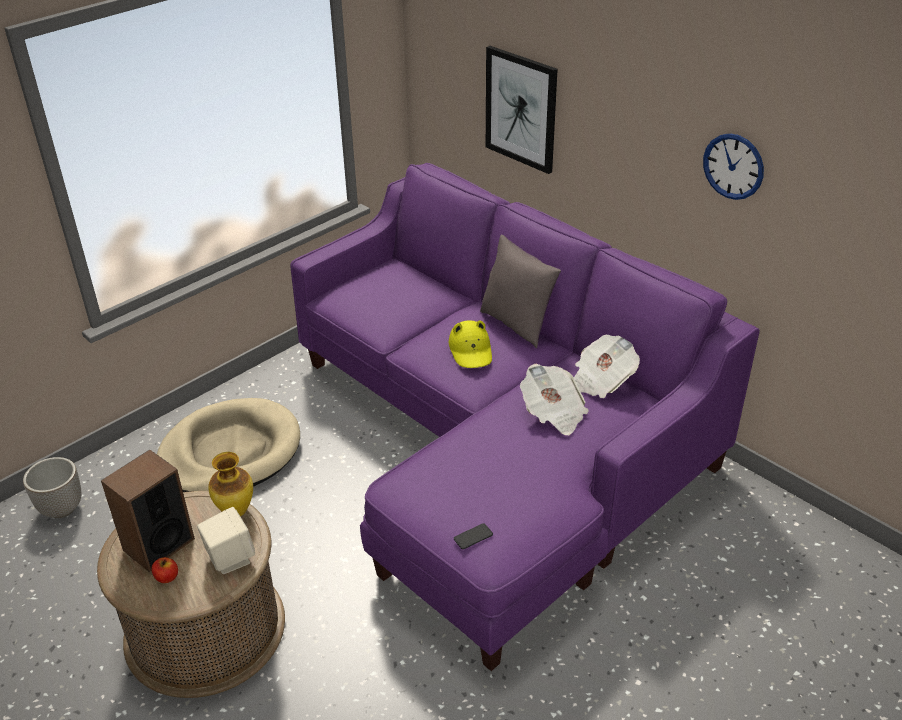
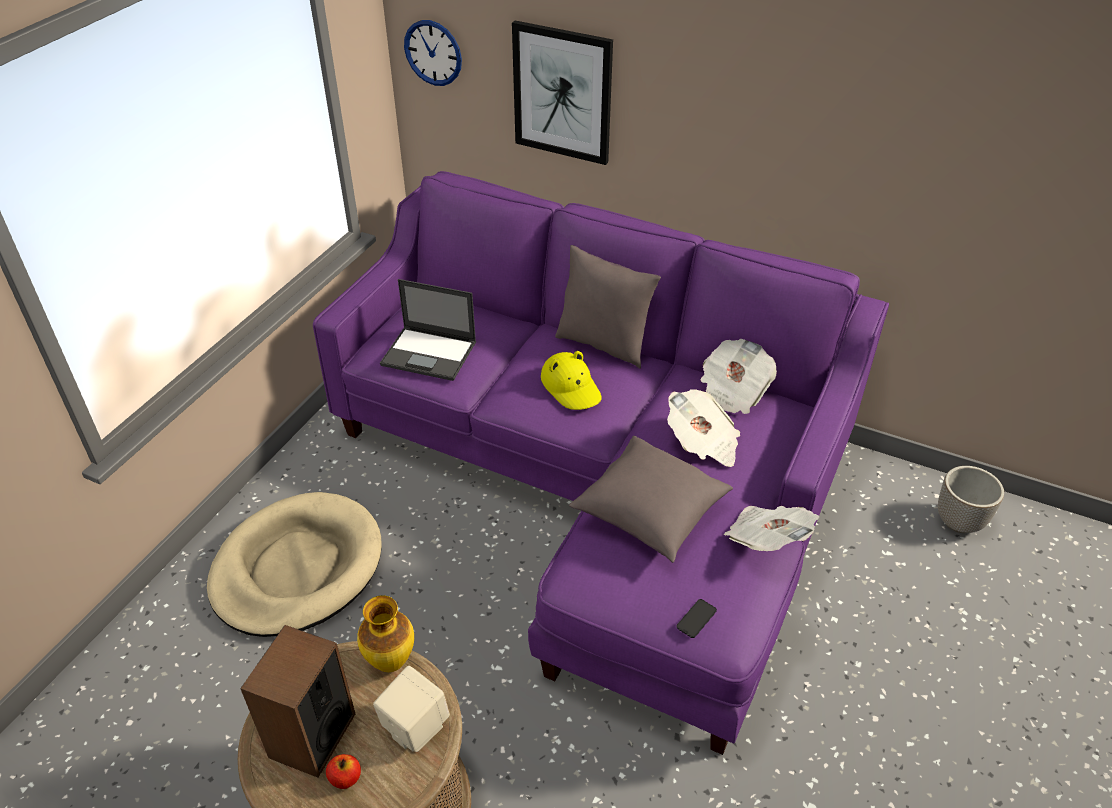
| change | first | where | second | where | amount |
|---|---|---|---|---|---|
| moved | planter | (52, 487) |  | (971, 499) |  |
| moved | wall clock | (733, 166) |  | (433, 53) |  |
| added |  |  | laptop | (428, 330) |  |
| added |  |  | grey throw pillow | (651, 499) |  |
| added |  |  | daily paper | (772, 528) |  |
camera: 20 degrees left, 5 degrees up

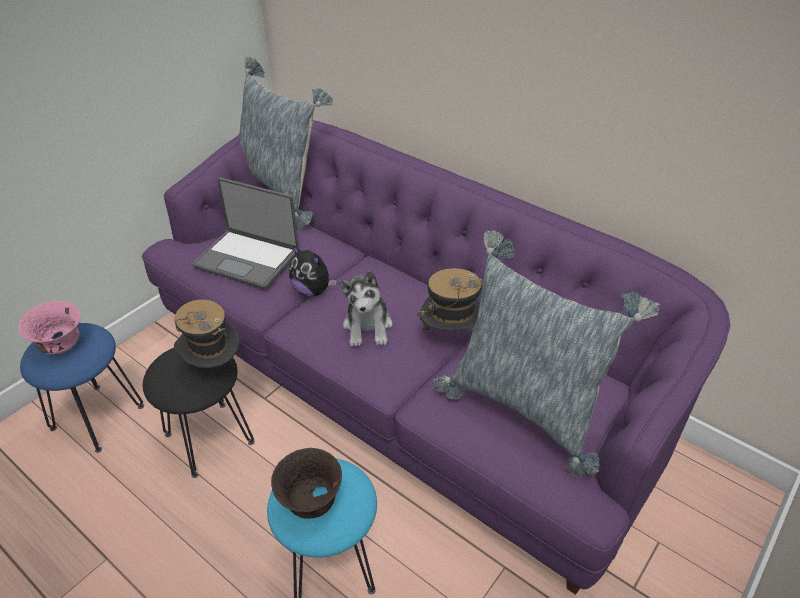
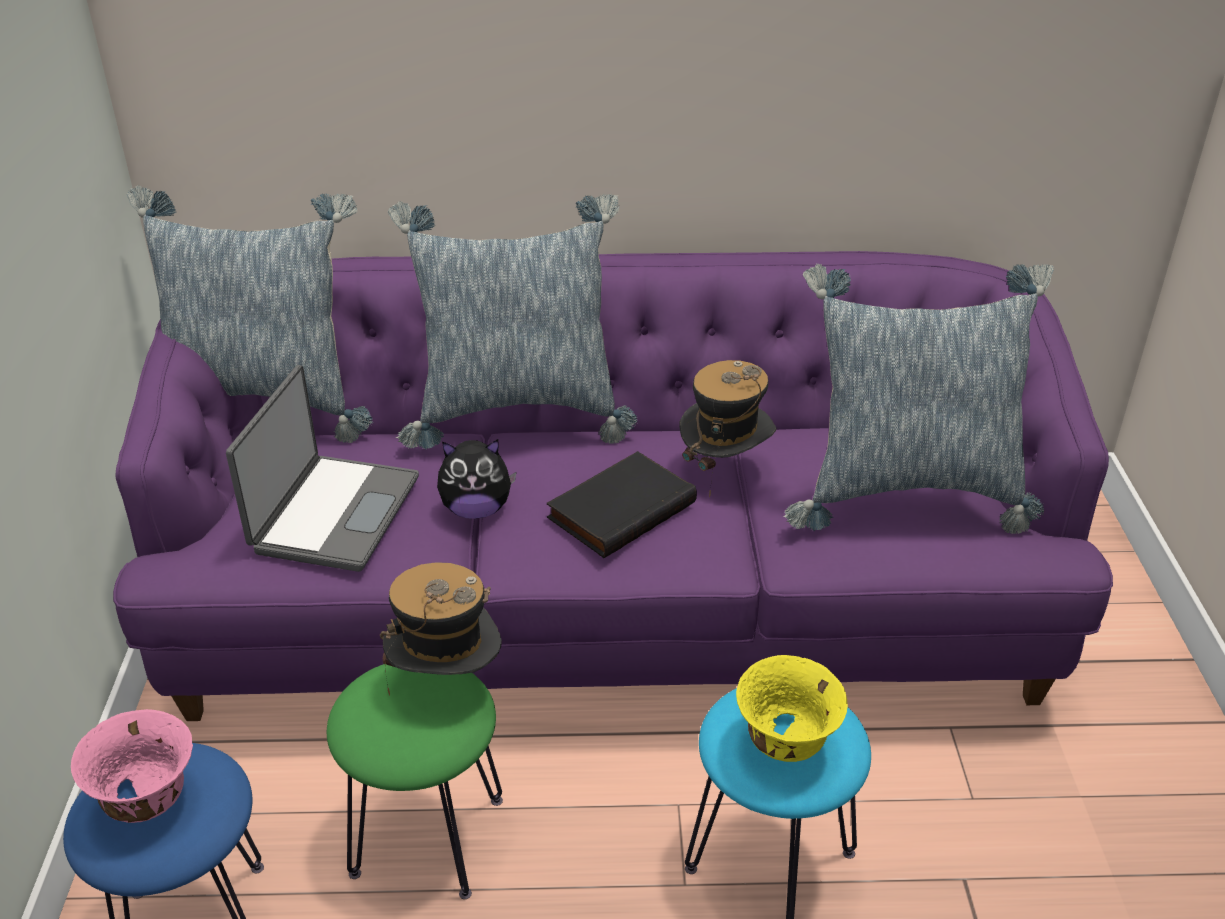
| change | first | where | second | where | amount |
|---|---|---|---|---|---|
| recoloured | black stool seat | (199, 413) | greenish stool seat | (415, 781) |  |
| turned | laptop | (245, 233) |  | (322, 468) | 60 degrees counterclockwise |
| recoloured | brown-coloured serving bowl | (306, 483) | yellow serving bowl | (792, 708) |  |
| replaced | plush toy | (365, 309) | black bound book | (622, 504) |  |
| added |  |  | throw pillow | (512, 322) |  |
camera: 40 degrees left, 5 degrees down

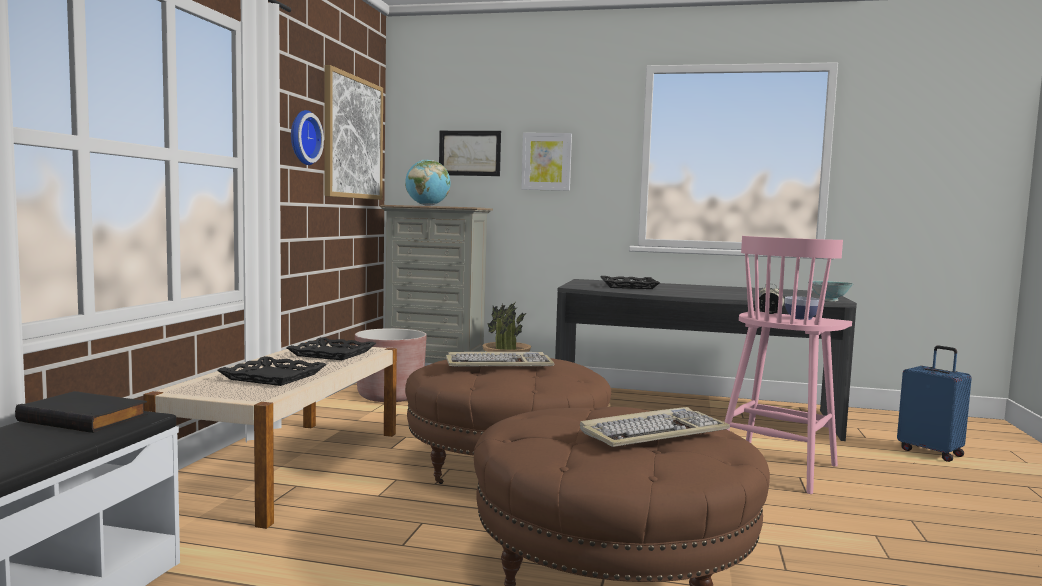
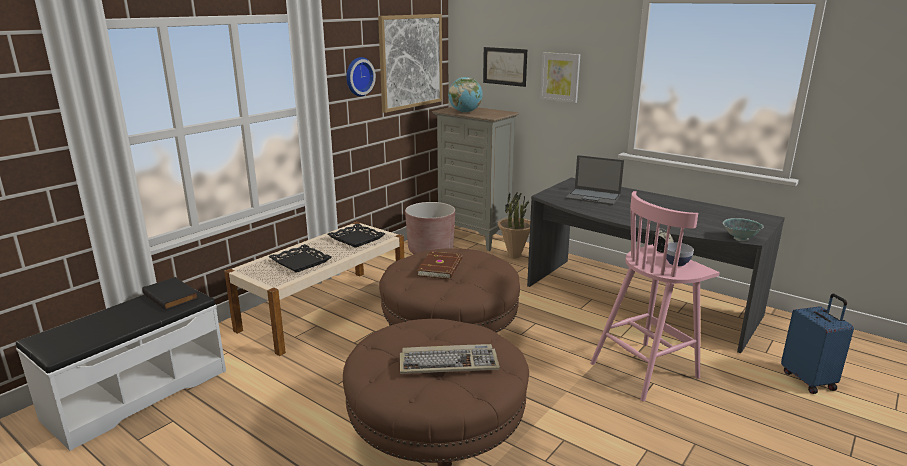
| change | first | where | second | where | amount |
|---|---|---|---|---|---|
| replaced | PC keyboard | (500, 359) | brown-coloured bound book | (439, 265) |  |
| replaced | black tray | (630, 282) | laptop | (595, 180) |  |
camera: 25 degrees right, 15 degrees up

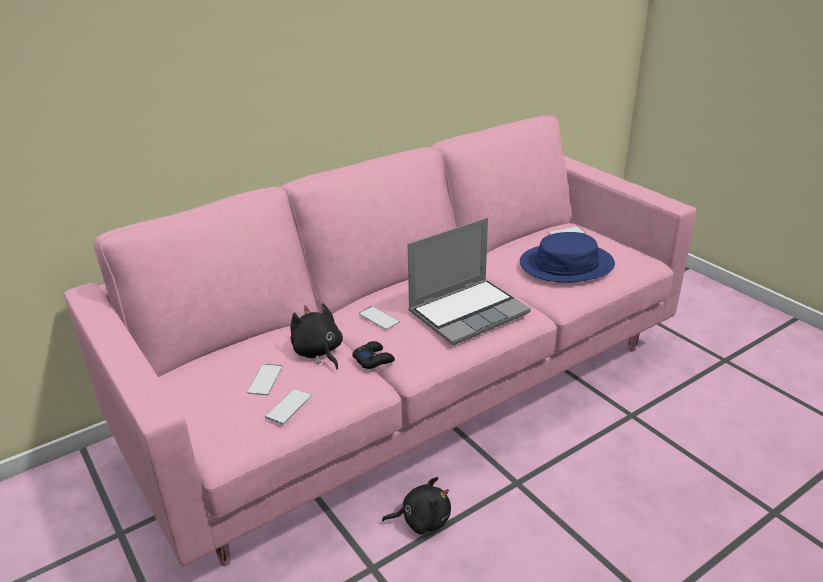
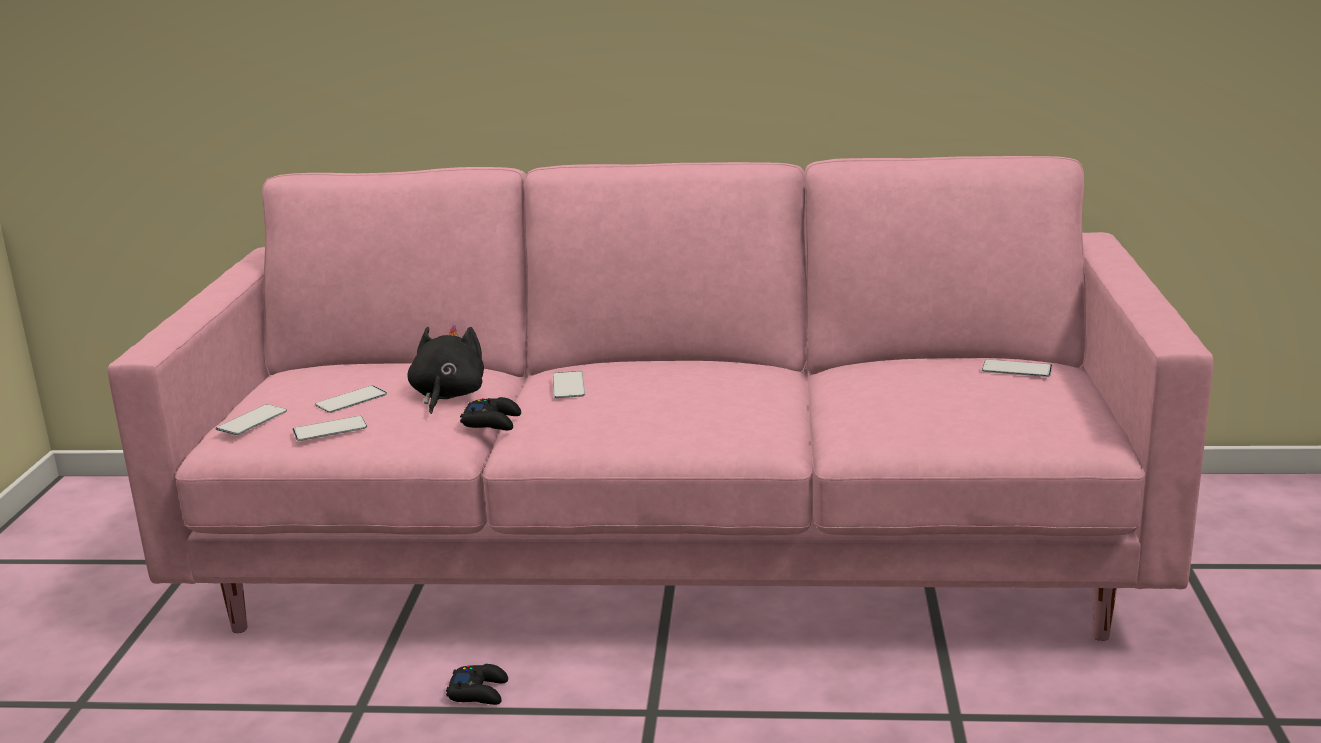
| change | first | where | second | where | amount |
|---|---|---|---|---|---|
| replaced | black plush toy | (416, 505) | black joypad | (477, 684) |  |
| removed | laptop | (469, 281) |  |  |  |
| removed | blue wearable hat | (567, 257) |  |  |  |
| added |  |  | telephone | (251, 419) |  |
camera: 40 degrees right, 10 degrees down

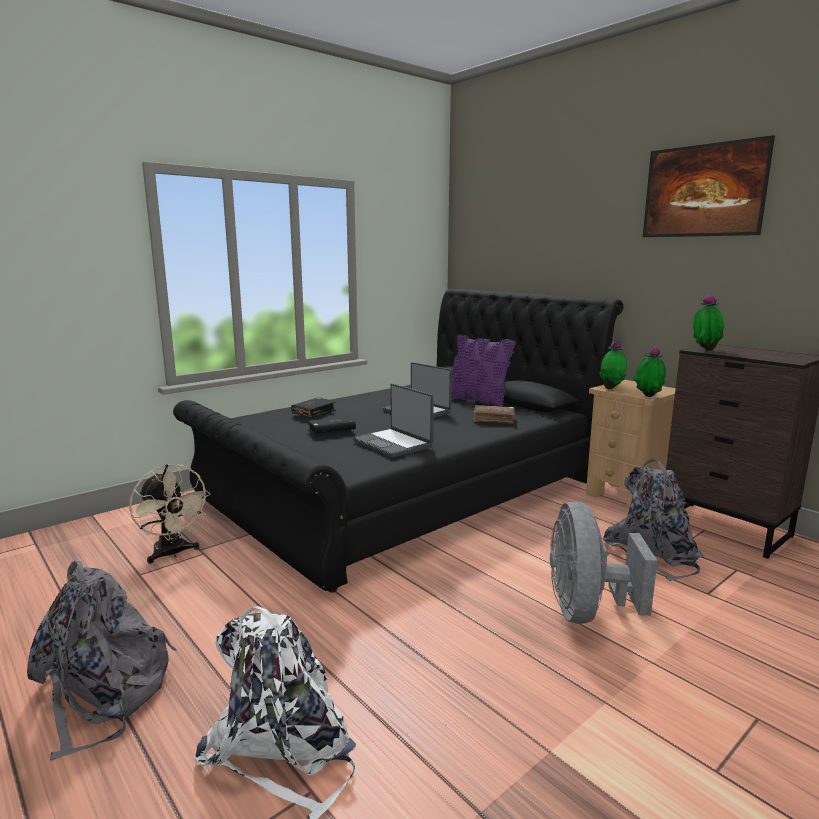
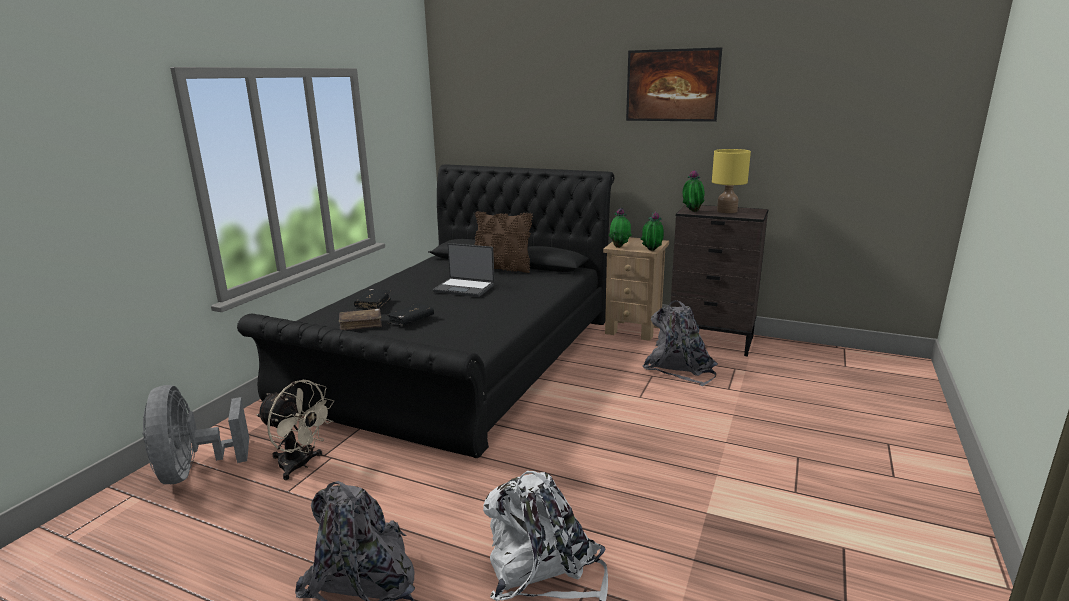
| change | first | where | second | where | amount |
|---|---|---|---|---|---|
| removed | laptop | (393, 421) |  |  |  |
| recoloured | purplish throw pillow | (483, 371) | brown-coloured throw pillow | (503, 242) |  |
| moved | brown-coloured bound book | (494, 414) |  | (360, 319) |  |
| moved | grey electric fan | (603, 562) |  | (196, 434) |  |
| added |  |  | yellow table lamp | (731, 181) |  |
camera: 25 degrees left, 5 degrees up

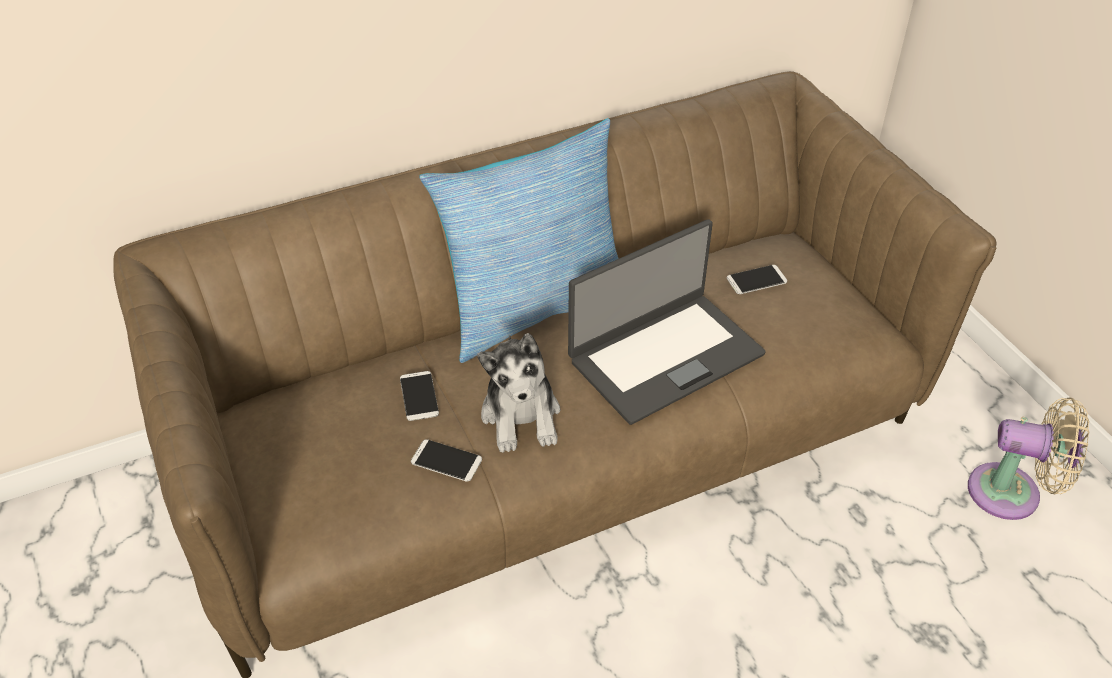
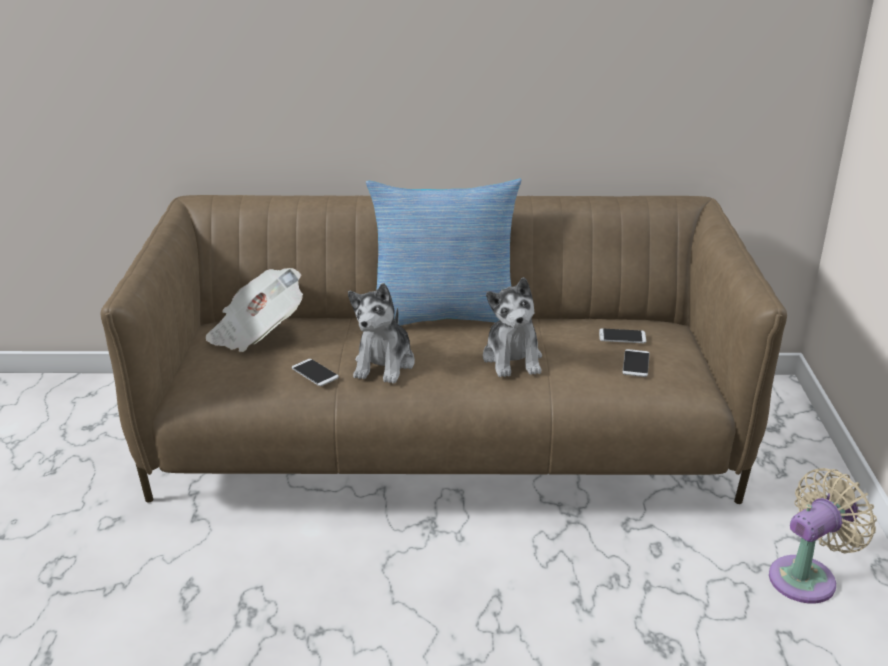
| change | first | where | second | where | amount |
|---|---|---|---|---|---|
| moved | telephone | (419, 396) |  | (635, 363) |  |
| replaced | laptop | (667, 322) | plush toy | (512, 327) |  |
| turned | beige electric fan | (1028, 458) |  | (823, 535) | 75 degrees counterclockwise |
| added |  |  | daily paper | (254, 310) |  |
camera: 25 degrees right, 15 degrees down

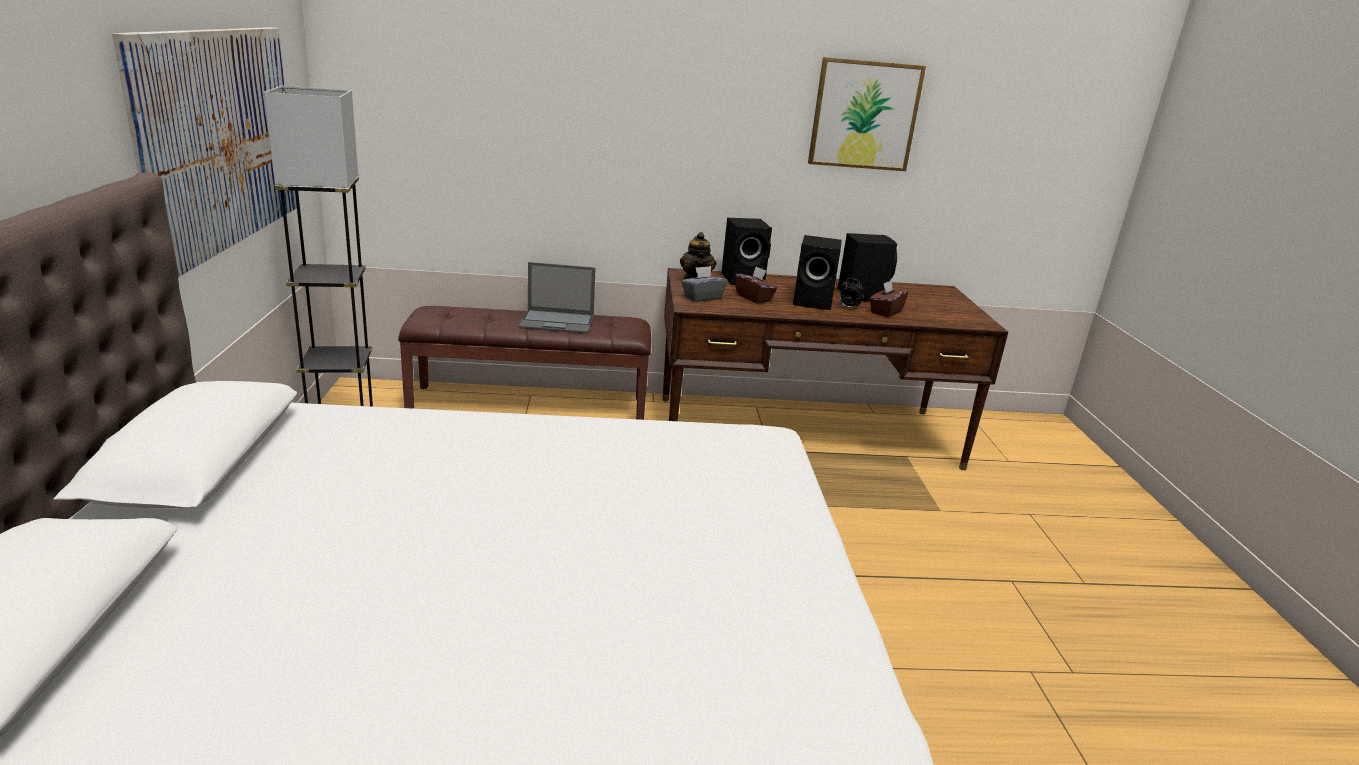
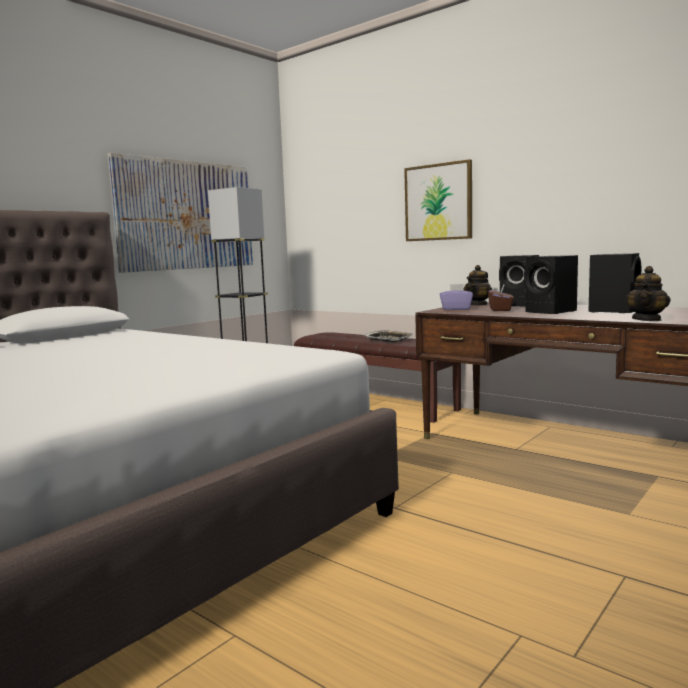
| change | first | where | second | where | amount |
|---|---|---|---|---|---|
| replaced | laptop | (557, 298) | tray | (388, 336) |  |
| recoloured | grey box of tissues | (704, 284) | purplish box of tissues | (456, 297) |  |
| moved | picture | (867, 114) |  | (438, 200) |  |
| removed | bedside clock | (852, 293) |  |  |  |
| removed | brown-coloured box of tissues | (889, 298) |  |  |  |
| added |  |  | pot for tea | (648, 293) |  |
camera: 45 degrees right, 15 degrees down

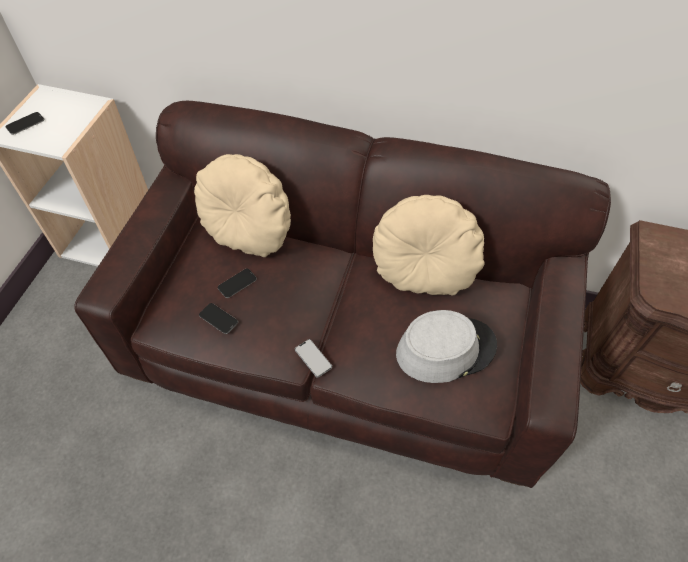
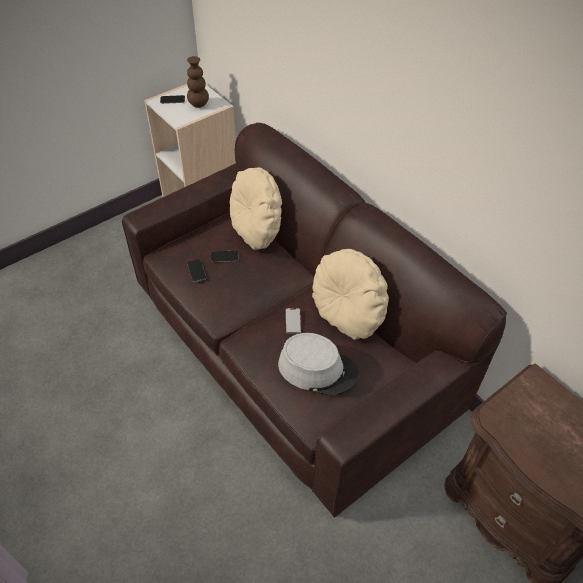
| change | first | where | second | where | amount |
|---|---|---|---|---|---|
| moved | telephone | (313, 358) |  | (293, 320) |  |
| added |  |  | brown-coloured vase | (198, 82) |  |
camera: 35 degrees right, 5 degrees down

